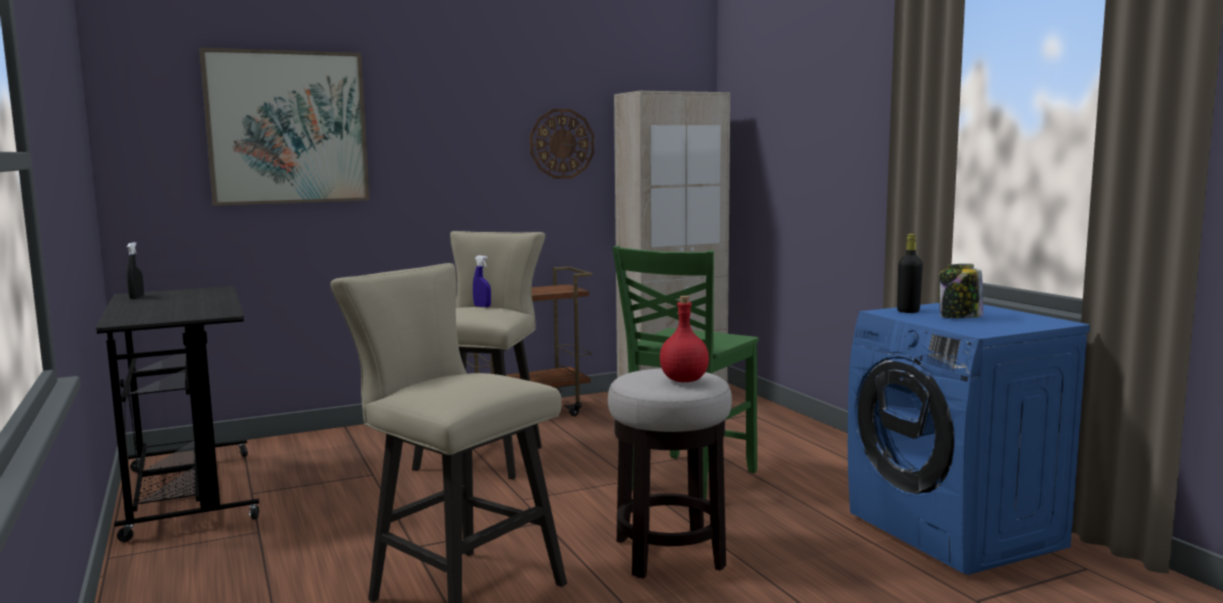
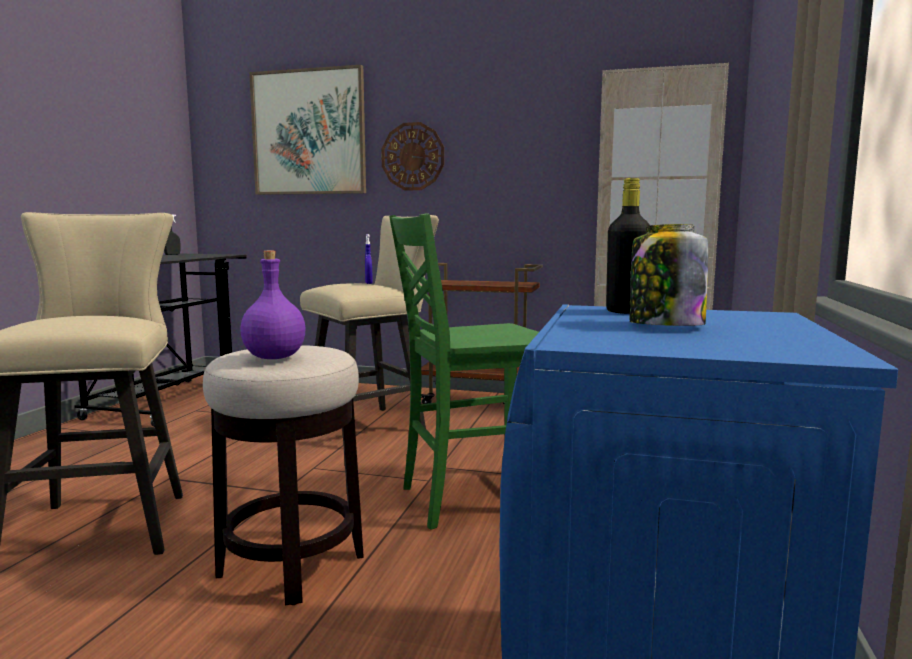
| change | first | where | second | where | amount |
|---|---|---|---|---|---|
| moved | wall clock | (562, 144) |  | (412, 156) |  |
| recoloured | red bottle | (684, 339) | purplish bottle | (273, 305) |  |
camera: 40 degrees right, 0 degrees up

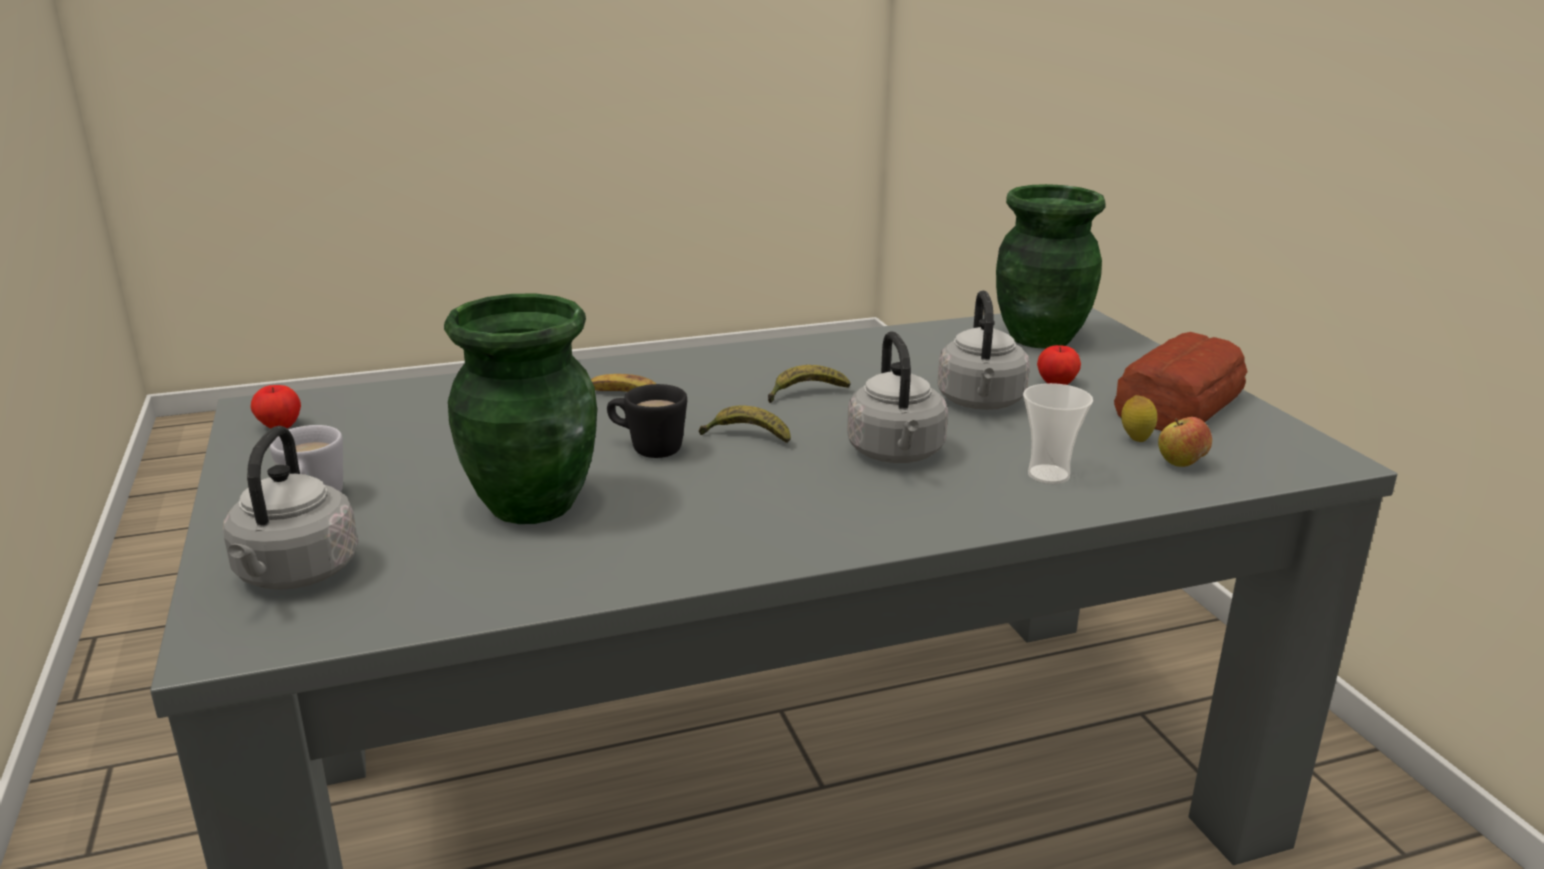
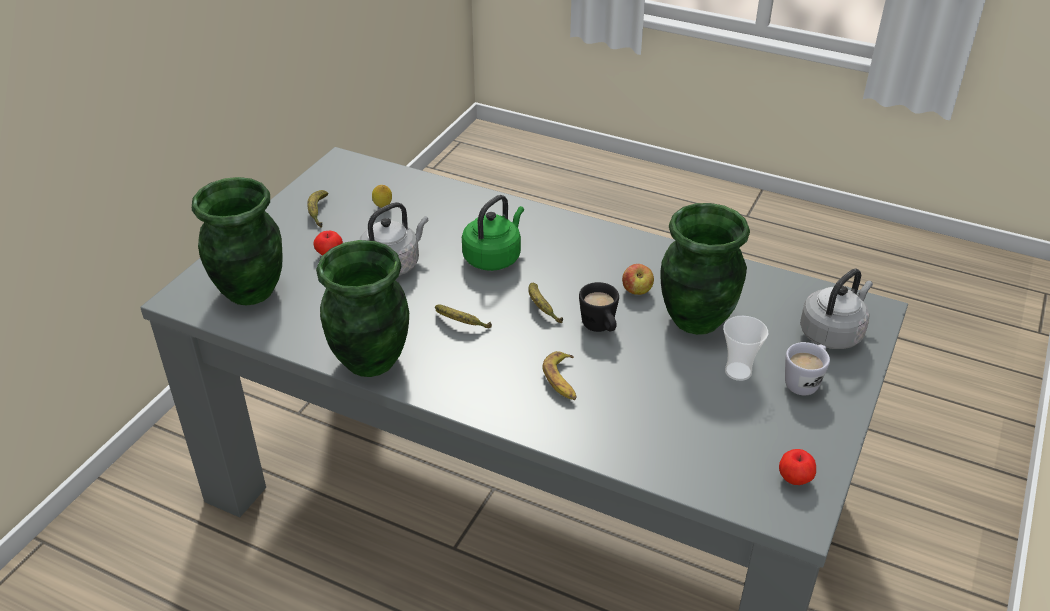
| change | first | where | second | where | amount |
|---|---|---|---|---|---|
| recoloured | grey kettle | (897, 397) | greenish kettle | (493, 233) |  |
| moved | drinking cup | (1058, 433) |  | (745, 348) |  |
| replaced | bread | (1181, 381) | whole banana | (318, 209) |  |
| moved | whole apple | (1185, 442) |  | (638, 279) |  |
| added |  |  | greenish vase | (362, 308) |  |
camera: 135 degrees left, 15 degrees up

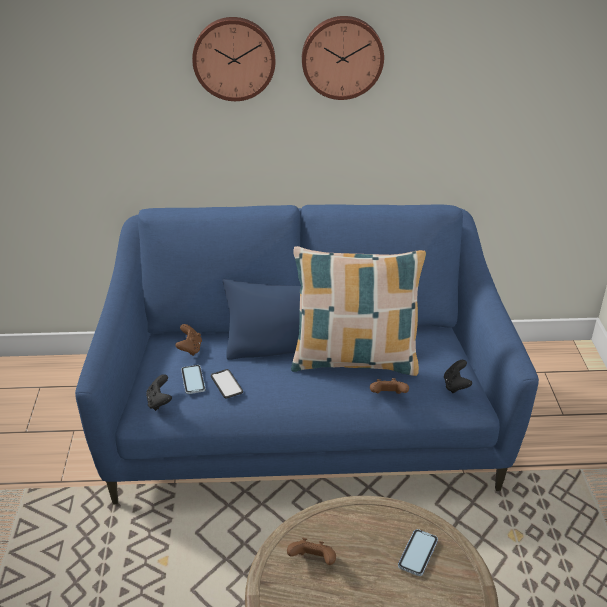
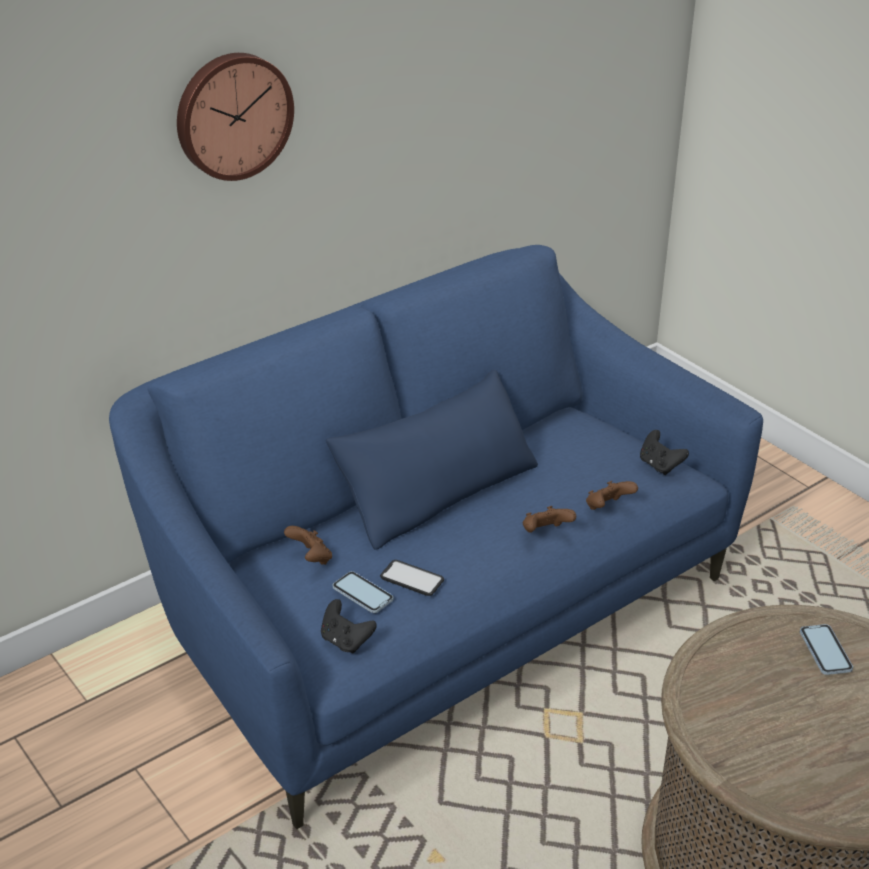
| change | first | where | second | where | amount |
|---|---|---|---|---|---|
| moved | brown-coloured joypad | (311, 551) |  | (549, 519) |  |
| removed | throw pillow | (358, 311) |  |  |  |
| removed | wall clock | (343, 58) |  |  |  |
camera: 35 degrees left, 0 degrees up

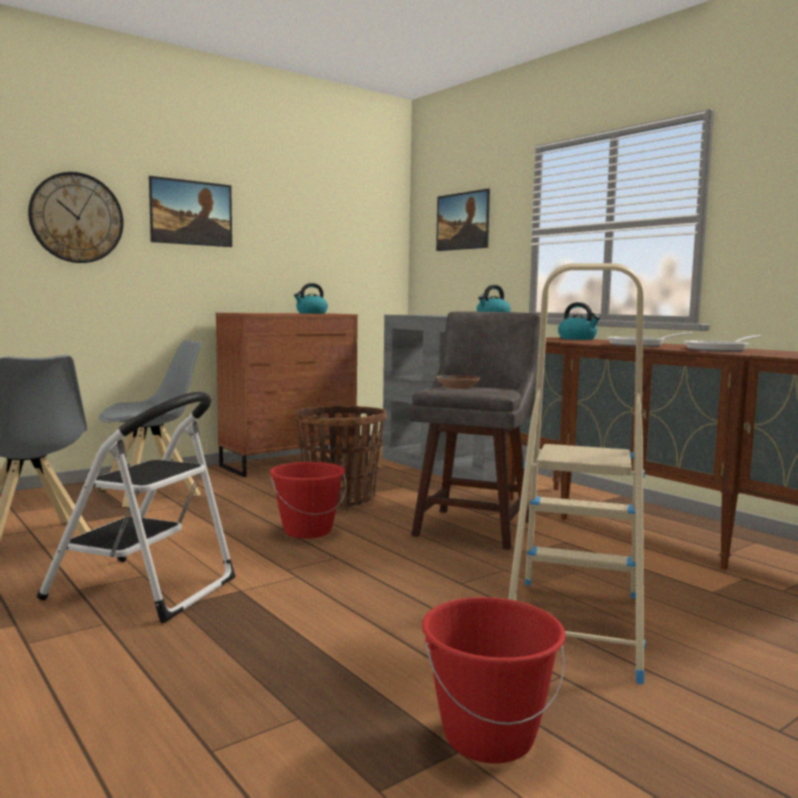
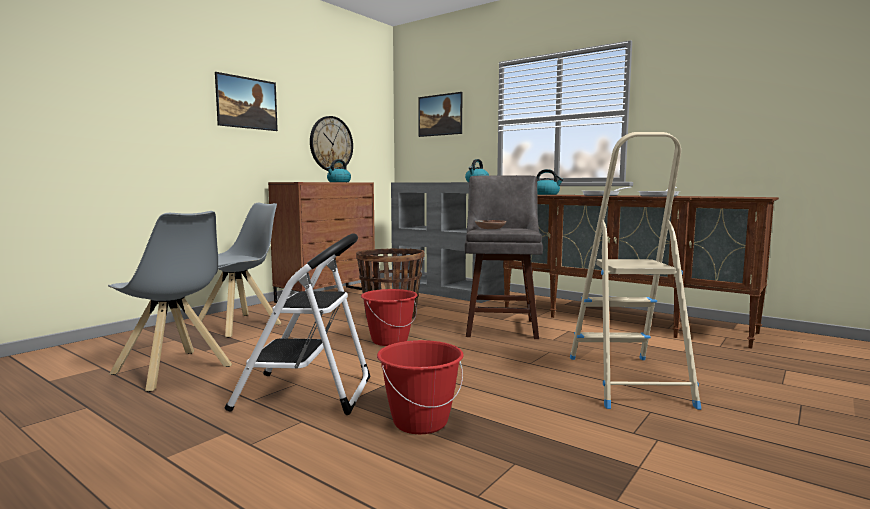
| change | first | where | second | where | amount |
|---|---|---|---|---|---|
| moved | wall clock | (76, 217) |  | (331, 143) |  |
| moved | red bucket | (494, 680) |  | (420, 387) |  |
camera: 15 degrees left, 0 degrees up

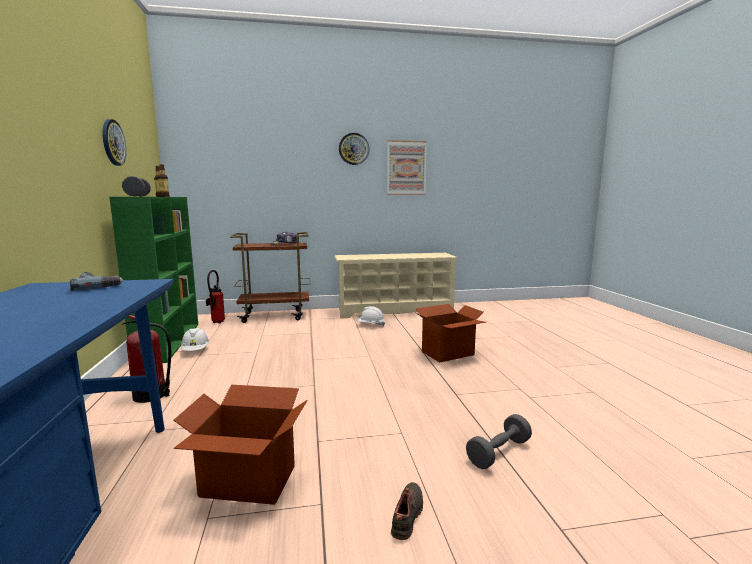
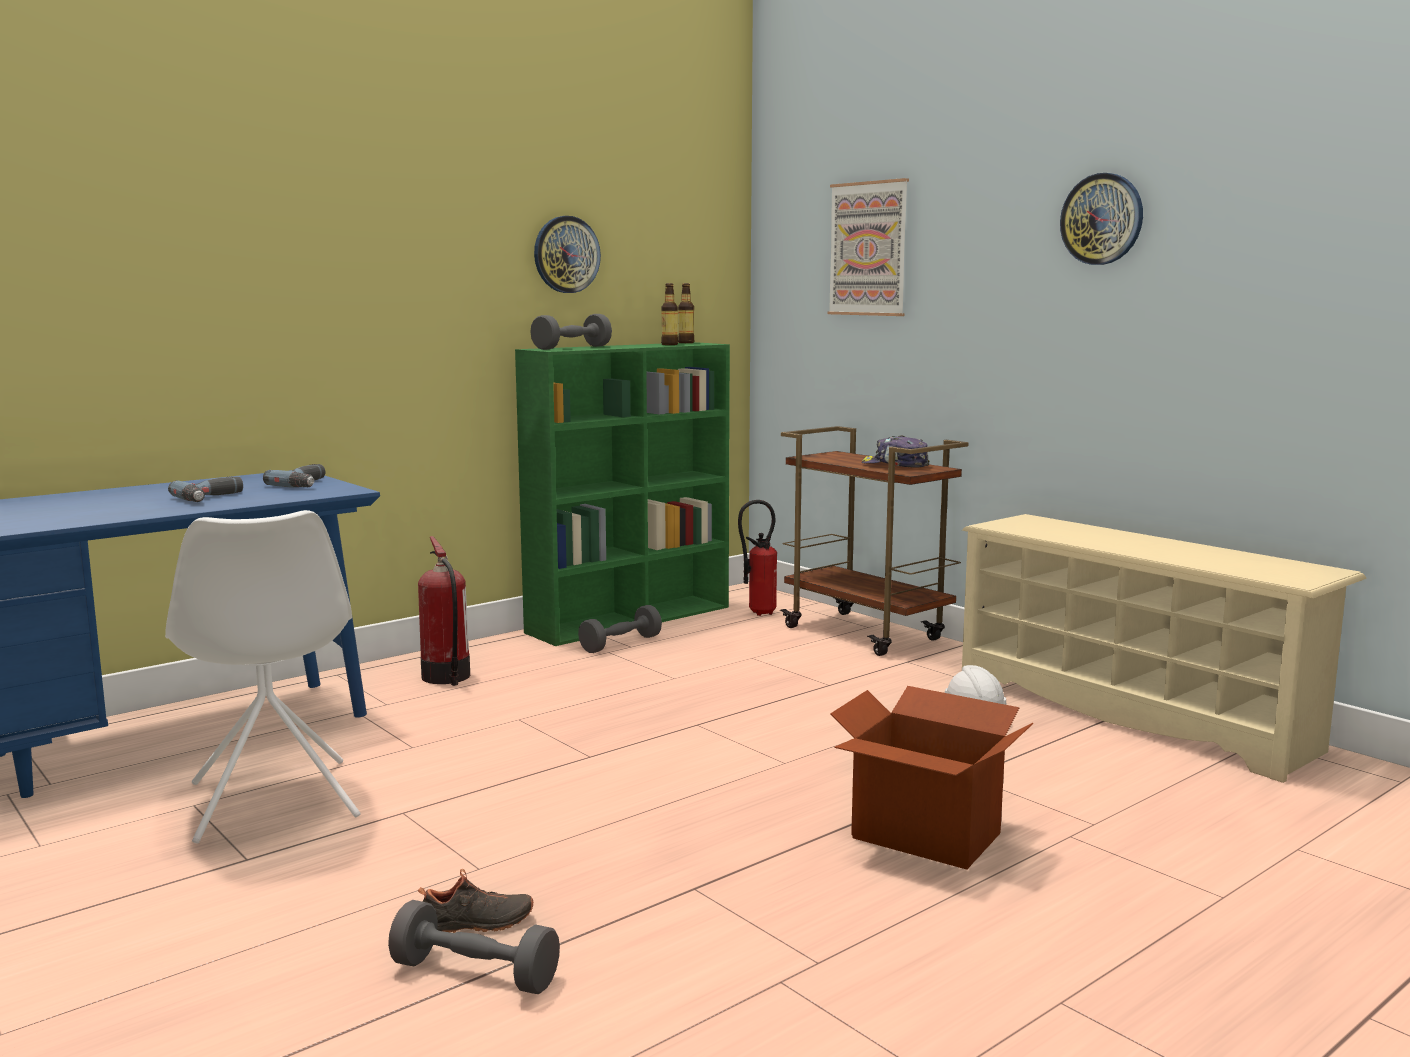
| change | first | where | second | where | amount |
|---|---|---|---|---|---|
| replaced | cardboard box | (241, 445) | whitish plain chair | (263, 677) |  |
| replaced | whitish hard hat | (195, 339) | grey free weight | (620, 629) |  |
| moved | picture | (407, 167) |  | (868, 247) |  |
| moved | black shoe | (407, 511) |  | (475, 901) |  |
| added |  |  | power drill | (205, 489) |  |
camera: 60 degrees right, 0 degrees up

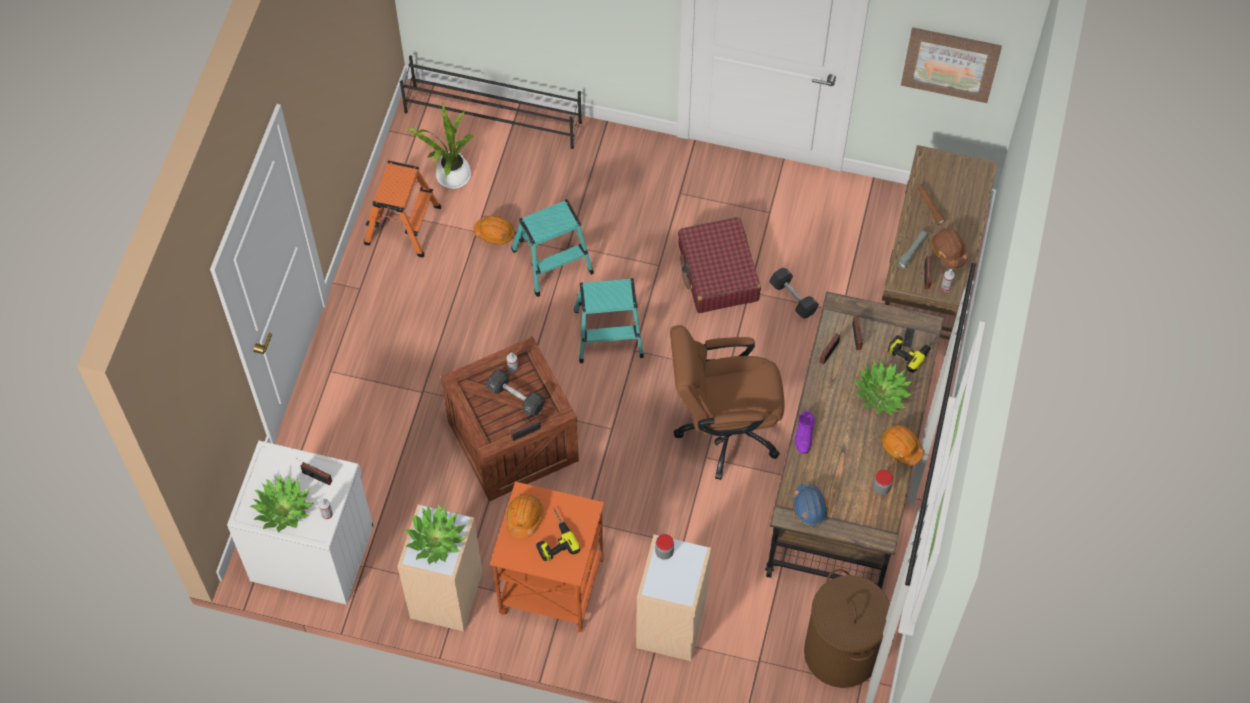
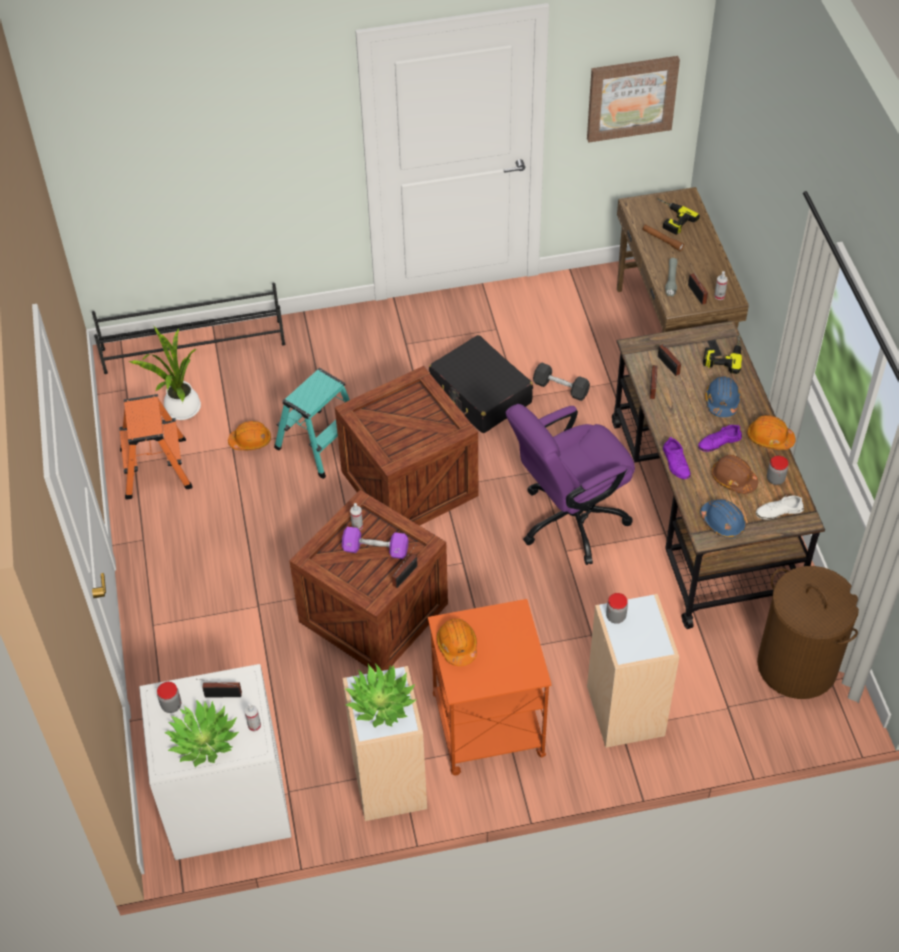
| change | first | where | second | where | amount |
|---|---|---|---|---|---|
| recoloured | black free weight | (516, 392) | purplish free weight | (375, 543) |  |
| moved | power drill | (558, 534) |  | (678, 216) |  |
| replaced | turquoise stepladder | (609, 320) | crate | (406, 446) |  |
| recoloured | brown-coloured desk chair | (727, 402) | purplish desk chair | (570, 484) |  |
| recoloured | red suitcase | (719, 265) | black suitcase | (481, 384) |  |
| replaced | plant in a pot | (883, 387) | blue hard hat | (723, 396) |  |
| moved | brown-coloured hard hat | (949, 248) |  | (734, 474) |  |
| added |  |  | preserve jar | (169, 697) |  |
| added |  |  | purplish shoe | (720, 438) |  |
| added |  |  | whitish shoe | (780, 507) |  |
camera: 25 degrees left, 10 degrees down

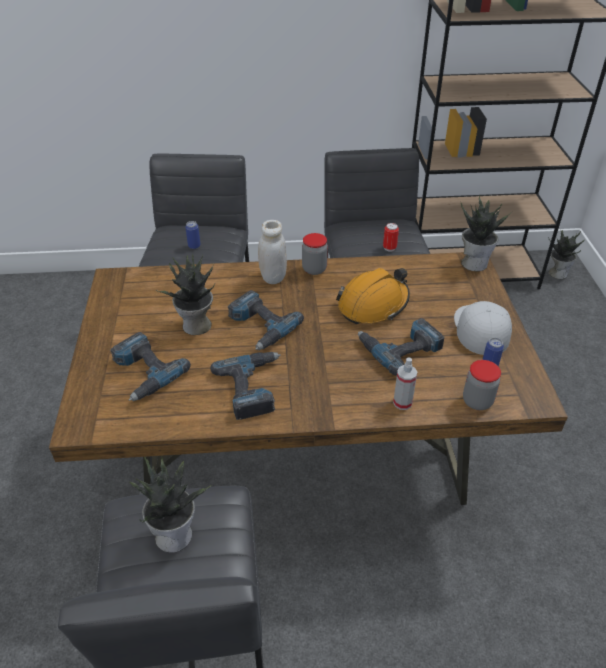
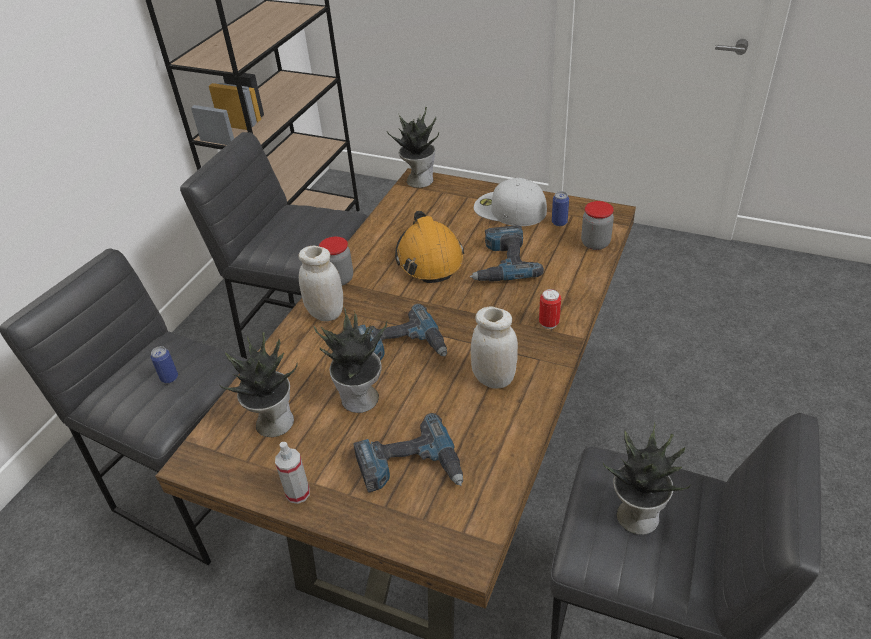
| change | first | where | second | where | amount |
|---|---|---|---|---|---|
| replaced | power drill | (245, 386) | whitish preserve jar | (494, 348) |  |
| moved | can | (391, 237) |  | (550, 309) |  |
| moved | spray bottle | (405, 383) |  | (292, 473) |  |
| moved | plant in a pot | (566, 254) |  | (258, 384) |  |
camera: 60 degrees left, 0 degrees up

